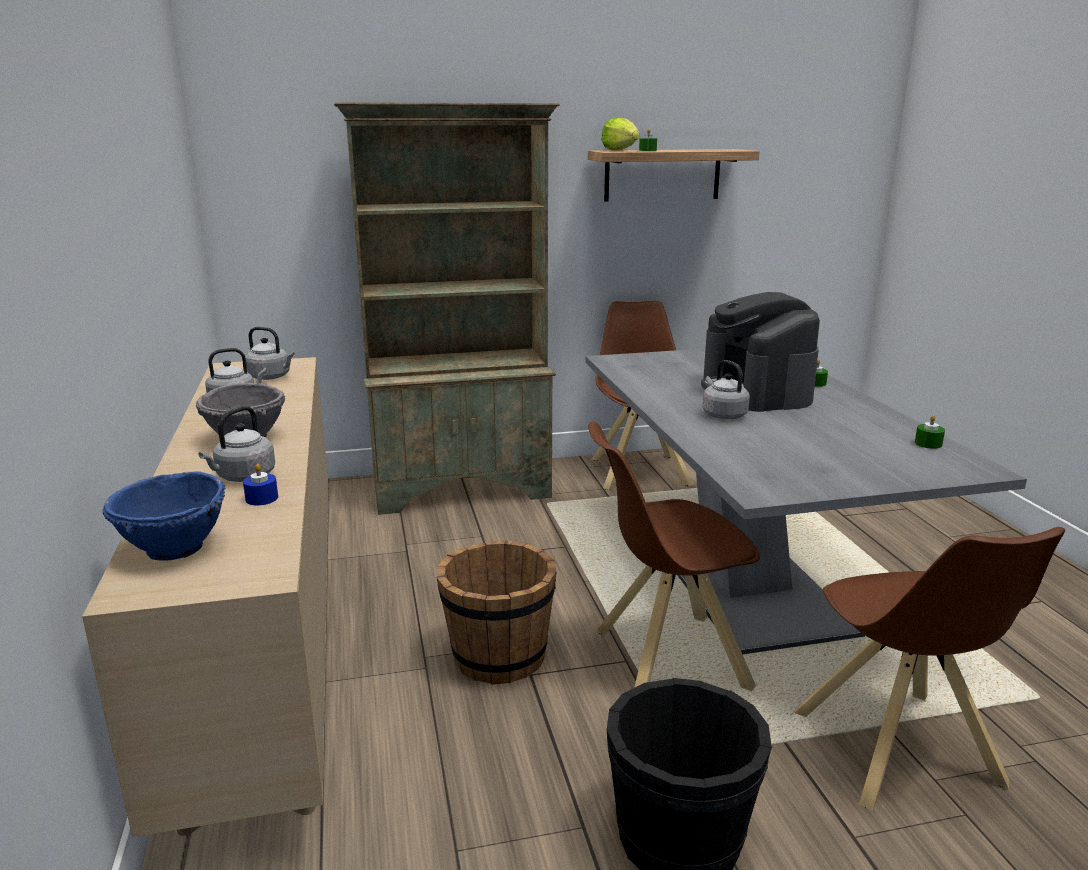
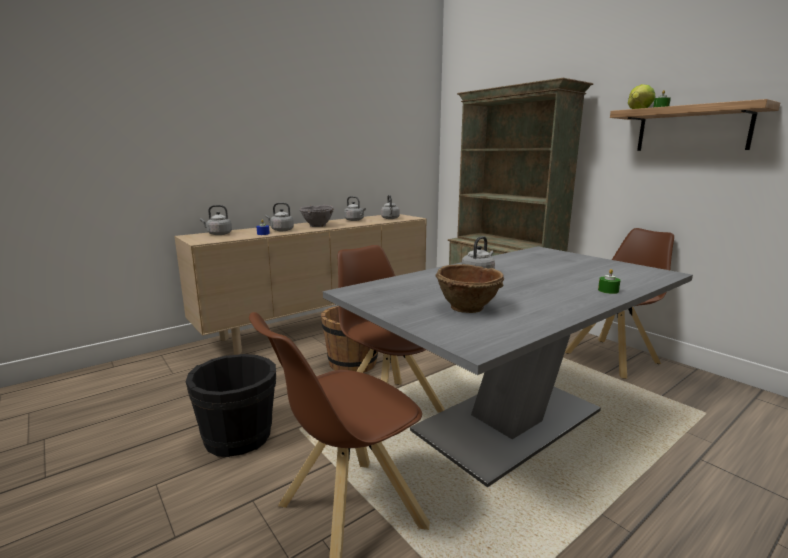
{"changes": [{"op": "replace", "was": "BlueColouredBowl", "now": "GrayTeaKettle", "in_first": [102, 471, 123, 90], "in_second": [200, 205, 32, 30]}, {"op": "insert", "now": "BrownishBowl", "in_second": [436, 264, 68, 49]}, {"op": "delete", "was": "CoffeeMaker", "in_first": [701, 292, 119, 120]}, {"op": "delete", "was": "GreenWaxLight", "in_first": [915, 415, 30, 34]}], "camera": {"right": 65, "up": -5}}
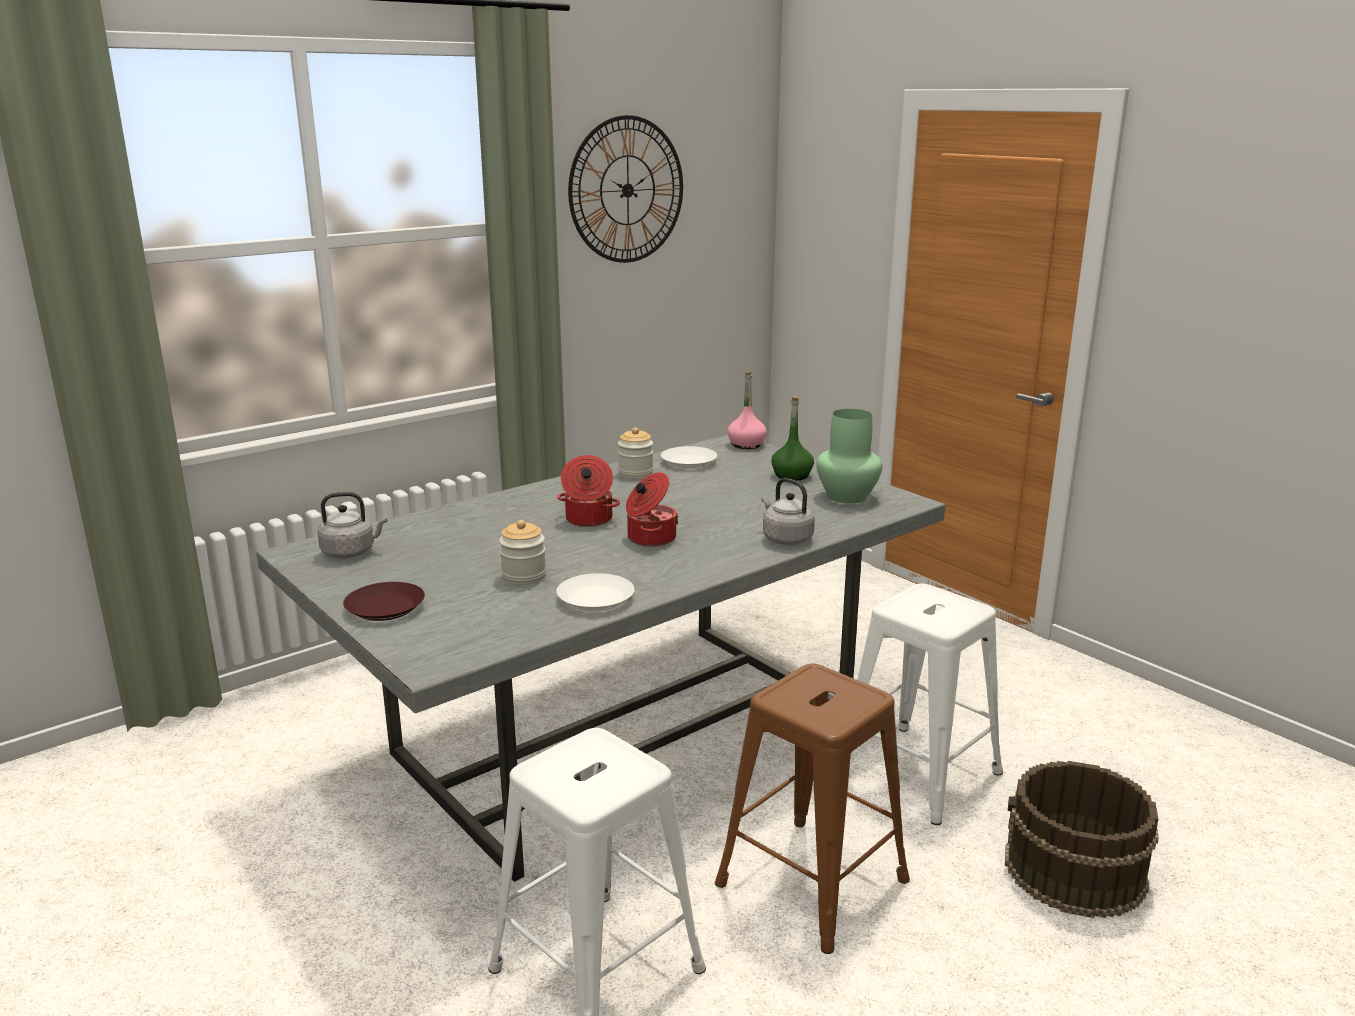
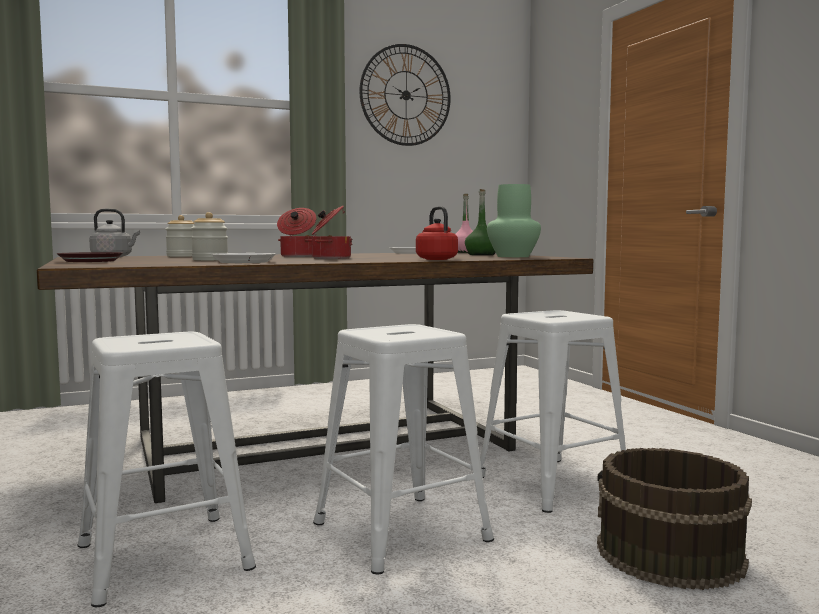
{"changes": [{"op": "recolor", "was": "GrayDiningTable", "now": "BrownishDiningTable", "in_first": [256, 435, 689, 447], "in_second": [37, 253, 556, 250]}, {"op": "move", "was": "StorageJar", "in_first": [618, 427, 35, 51], "in_second": [166, 215, 29, 42]}, {"op": "recolor", "was": "BrownishStool", "now": "WhiteColouredStool", "in_first": [715, 664, 195, 290], "in_second": [313, 324, 181, 250]}, {"op": "recolor", "was": "GrayTeaKettle", "now": "ReddishTeaKettle", "in_first": [761, 478, 54, 67], "in_second": [416, 206, 42, 54]}], "camera": {"right": 15, "up": -15}}
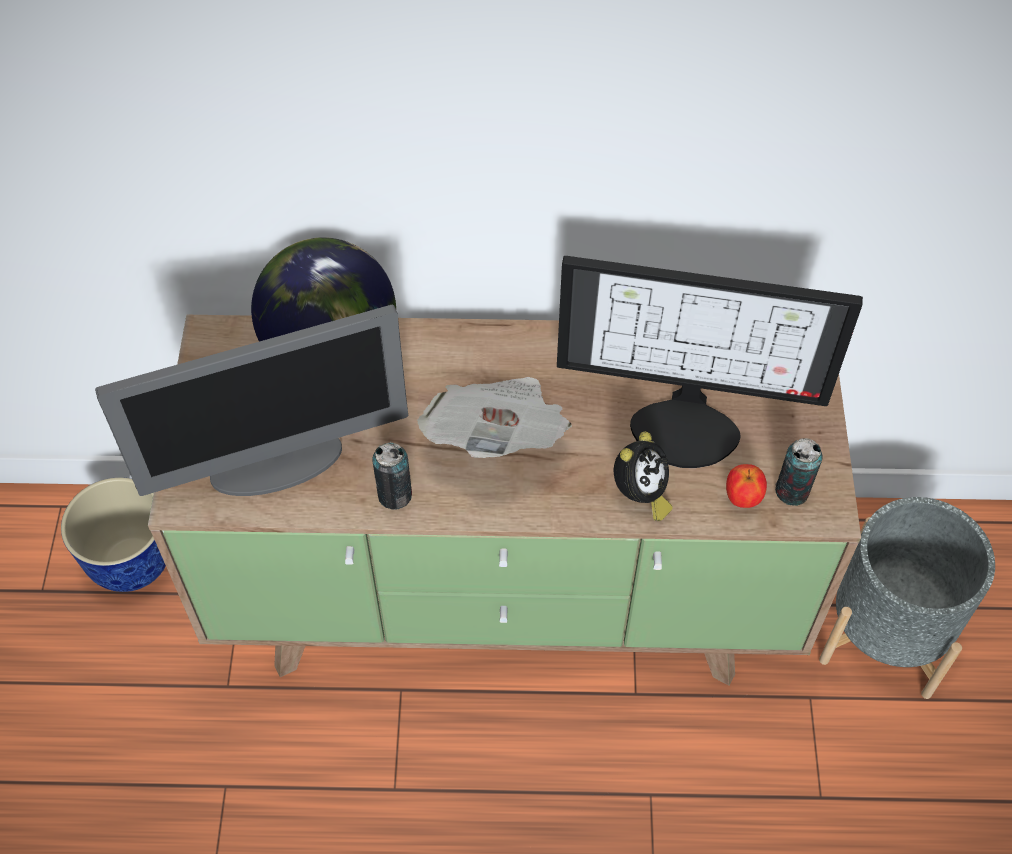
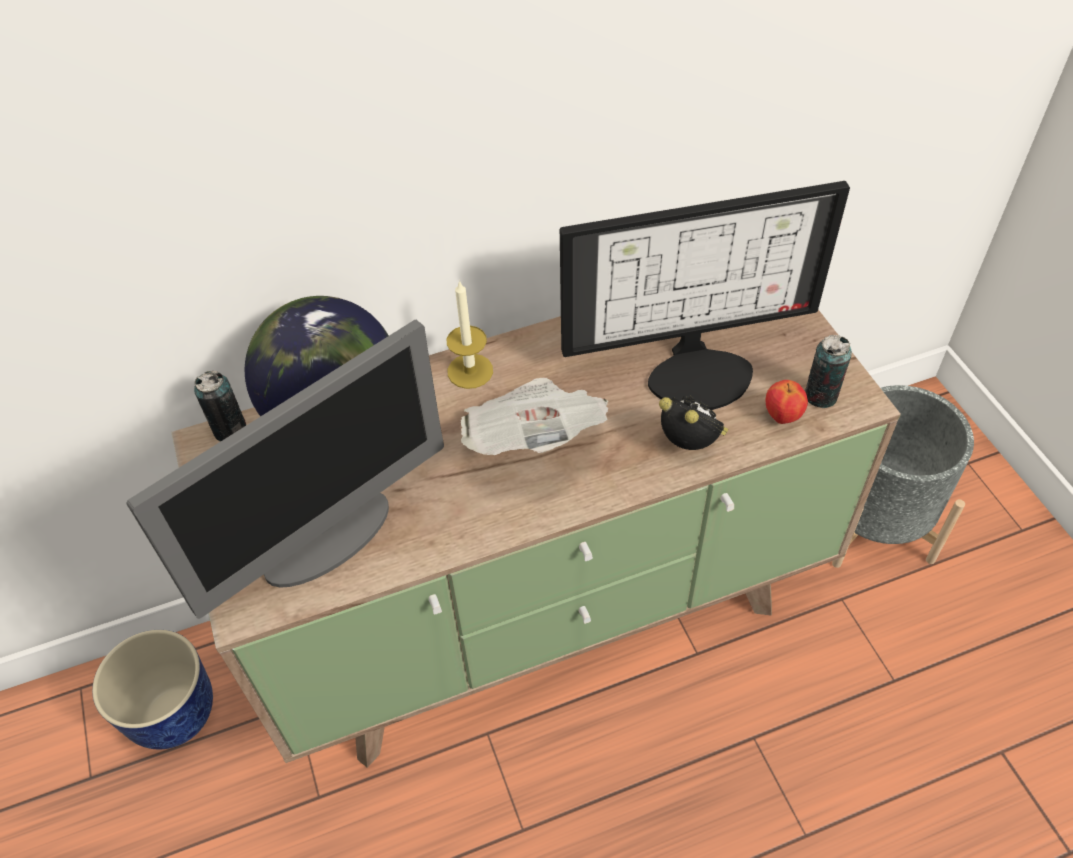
{"changes": [{"op": "move", "was": "Can", "in_first": [372, 442, 40, 68], "in_second": [194, 371, 52, 71]}, {"op": "insert", "now": "WaxLight", "in_second": [447, 280, 46, 109]}, {"op": "rotate", "was": "TableClock", "in_first": [613, 431, 59, 90], "in_second": [659, 396, 69, 54], "clockwise": -60}], "camera": {"right": -20, "up": -5}}
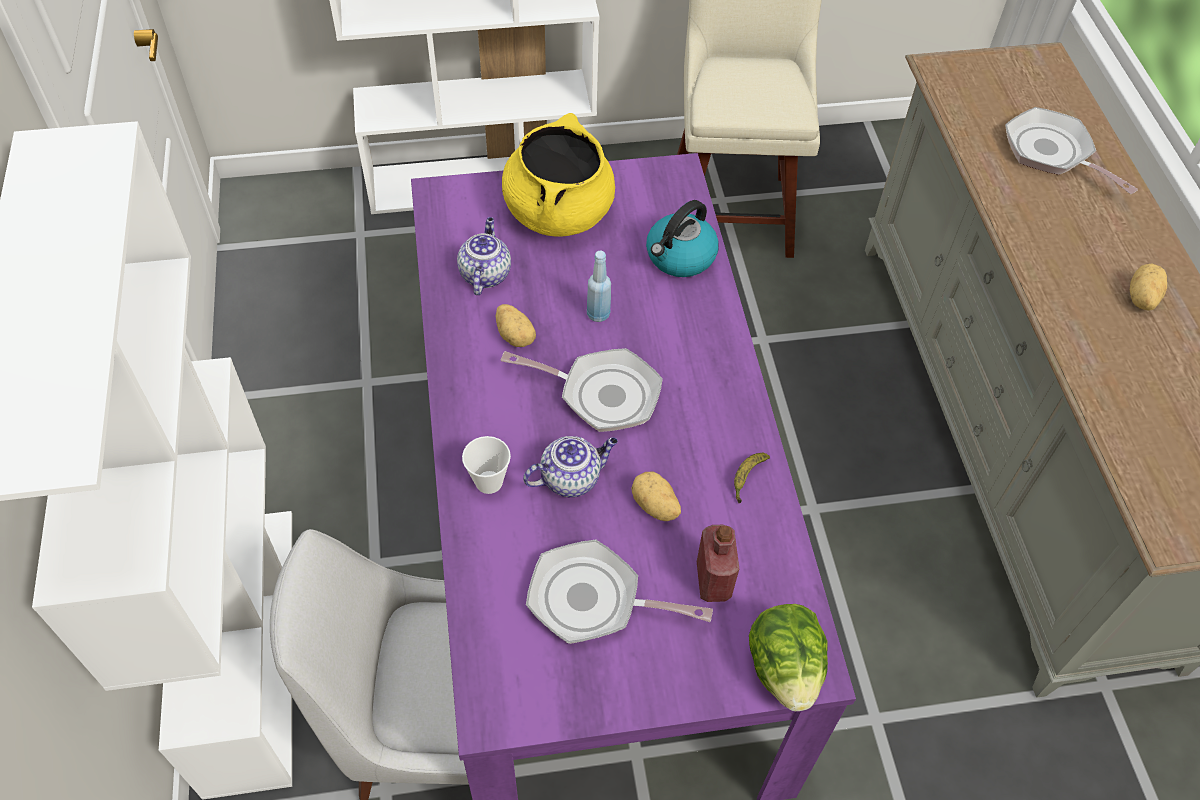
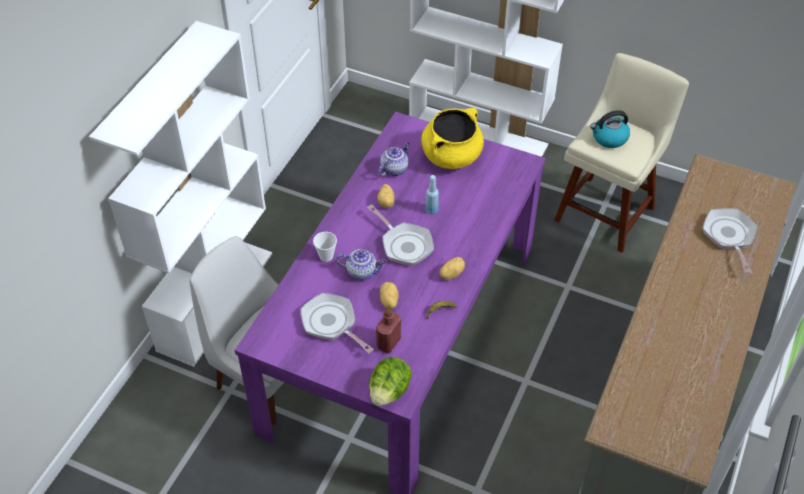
{"changes": [{"op": "move", "was": "WholePotato", "in_first": [1130, 264, 37, 46], "in_second": [439, 257, 26, 23]}, {"op": "move", "was": "TeaKettle", "in_first": [646, 200, 73, 77], "in_second": [590, 110, 40, 38]}], "camera": {"right": 35, "up": -5}}
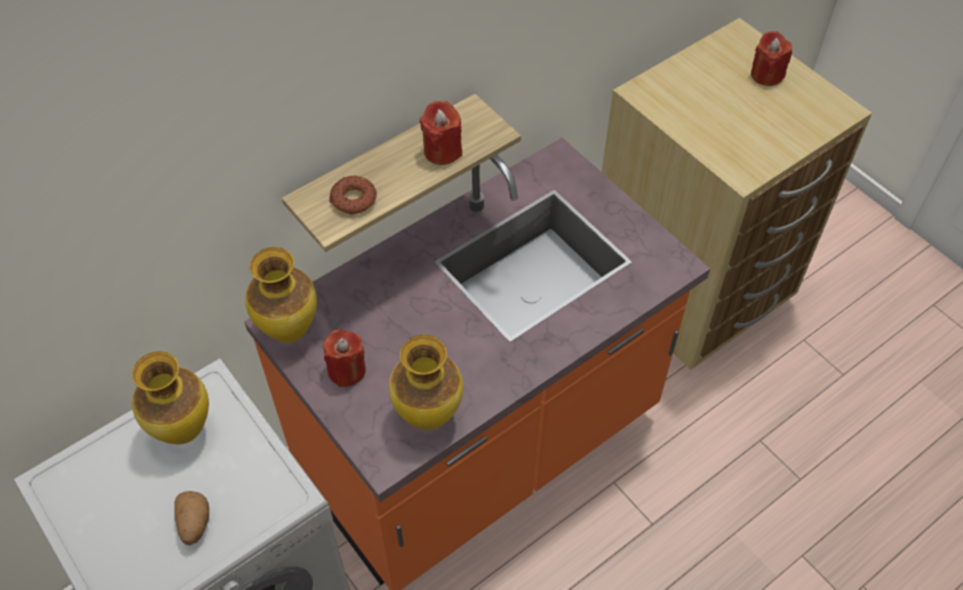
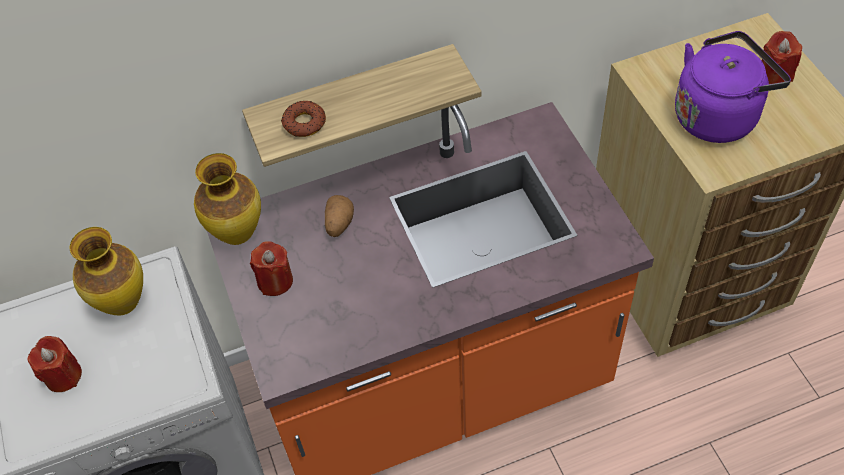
{"changes": [{"op": "move", "was": "ReddishWaxLight", "in_first": [420, 101, 42, 64], "in_second": [28, 336, 54, 56]}, {"op": "move", "was": "WholePotato", "in_first": [174, 491, 35, 54], "in_second": [325, 195, 29, 42]}, {"op": "insert", "now": "PurpleColouredTeaKettle", "in_second": [675, 31, 116, 112]}, {"op": "delete", "was": "Vase", "in_first": [389, 335, 74, 95]}], "camera": {"right": 20, "up": 0}}
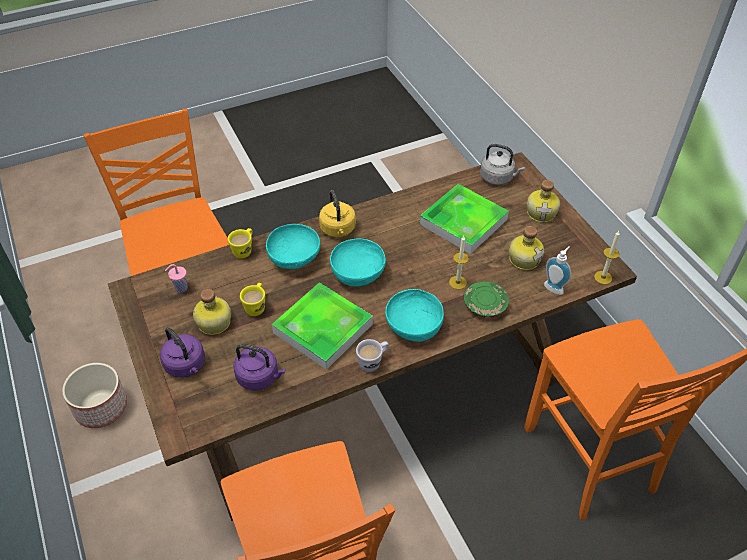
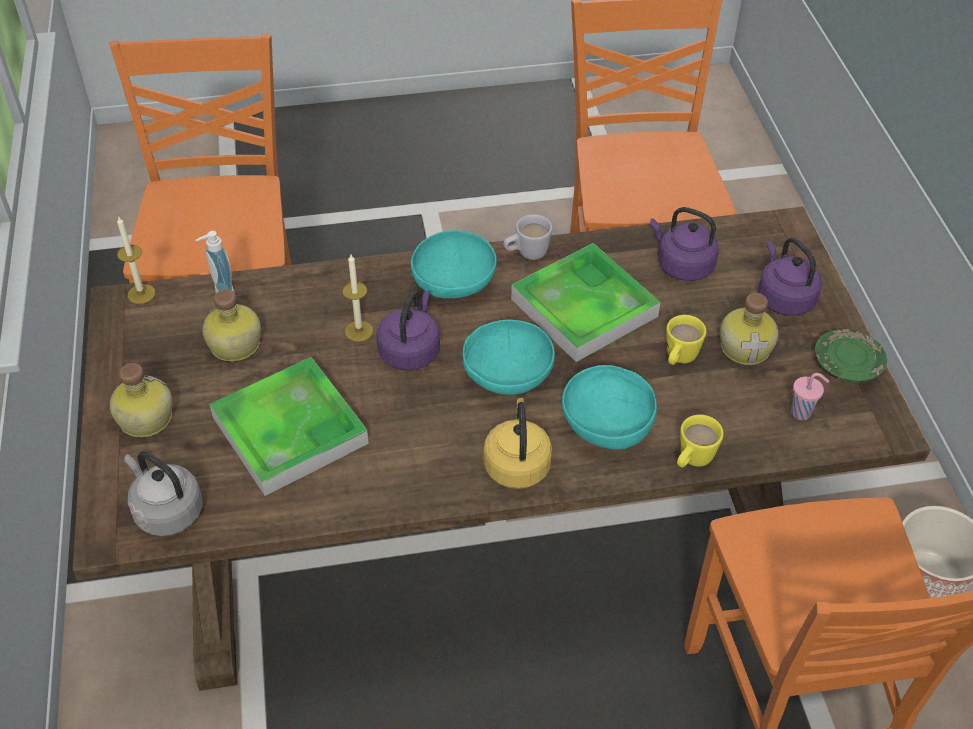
{"changes": [{"op": "insert", "now": "PurpleColouredTeaKettle", "in_second": [376, 290, 64, 81]}, {"op": "move", "was": "GreenDinnerPlate", "in_first": [464, 281, 45, 36], "in_second": [815, 329, 72, 54]}], "camera": {"right": -165, "up": 0}}
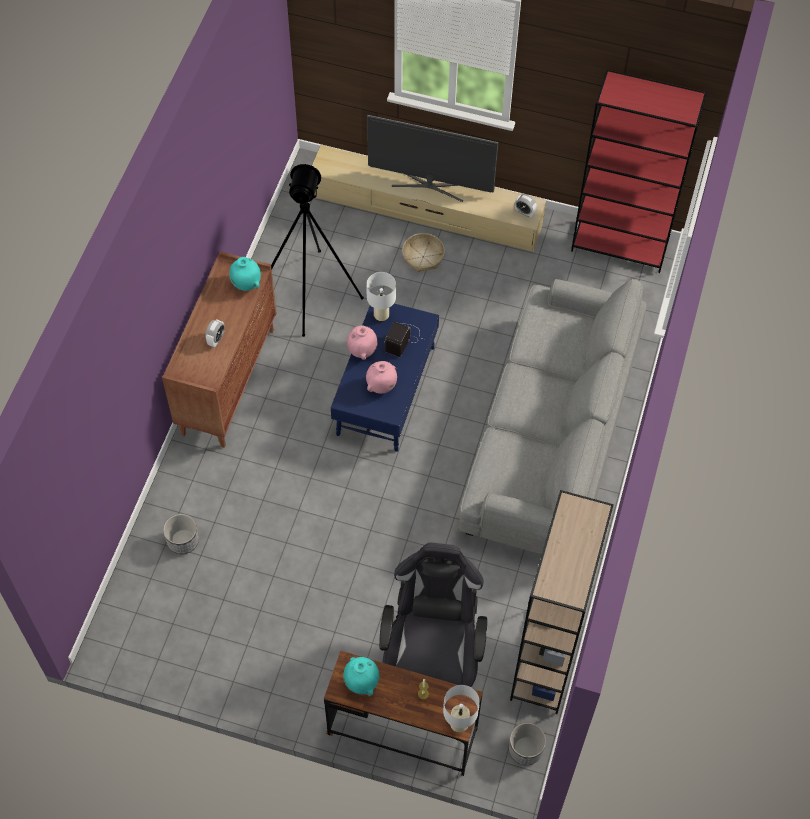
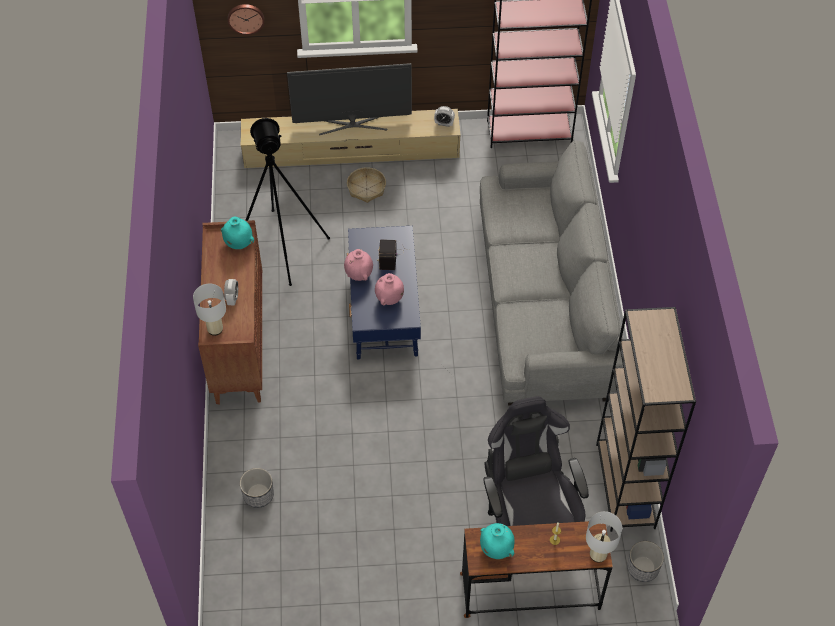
{"changes": [{"op": "move", "was": "WhiteColouredTableLamp", "in_first": [366, 272, 30, 50], "in_second": [193, 284, 33, 52]}, {"op": "insert", "now": "HangingClock", "in_second": [228, 4, 36, 31]}], "camera": {"right": -20, "up": -5}}
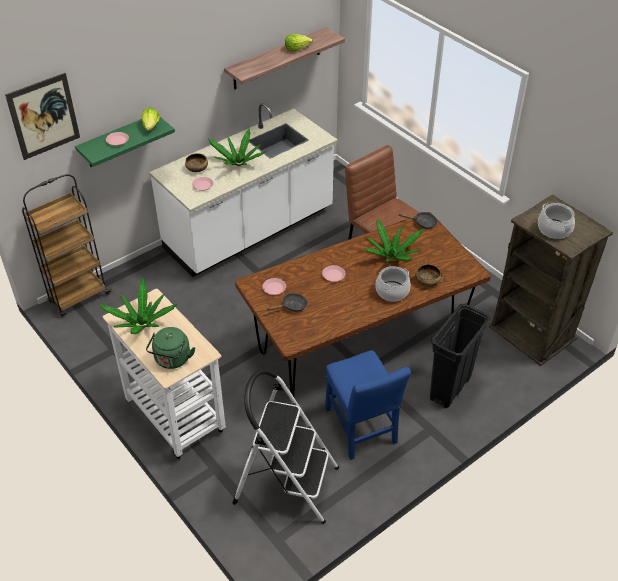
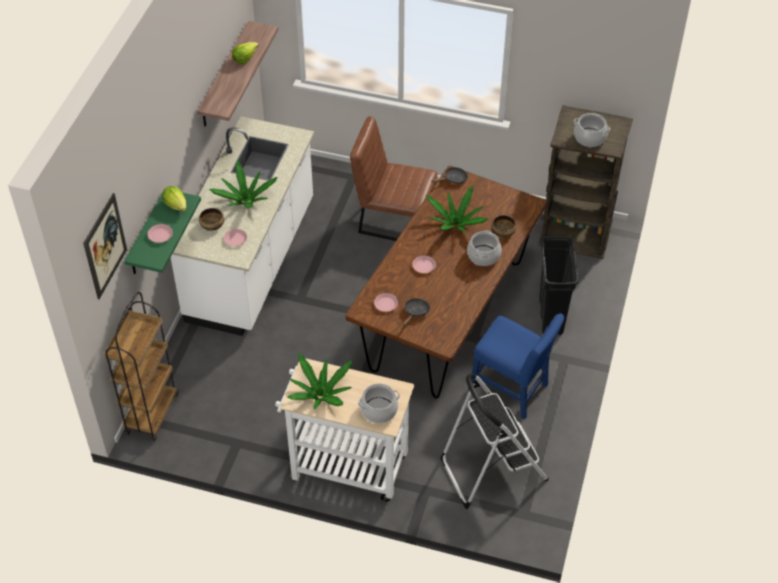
{"changes": [{"op": "replace", "was": "GreenTeaKettle", "now": "Saucepot", "in_first": [146, 327, 49, 42], "in_second": [358, 383, 42, 40]}], "camera": {"right": -35, "up": 5}}
